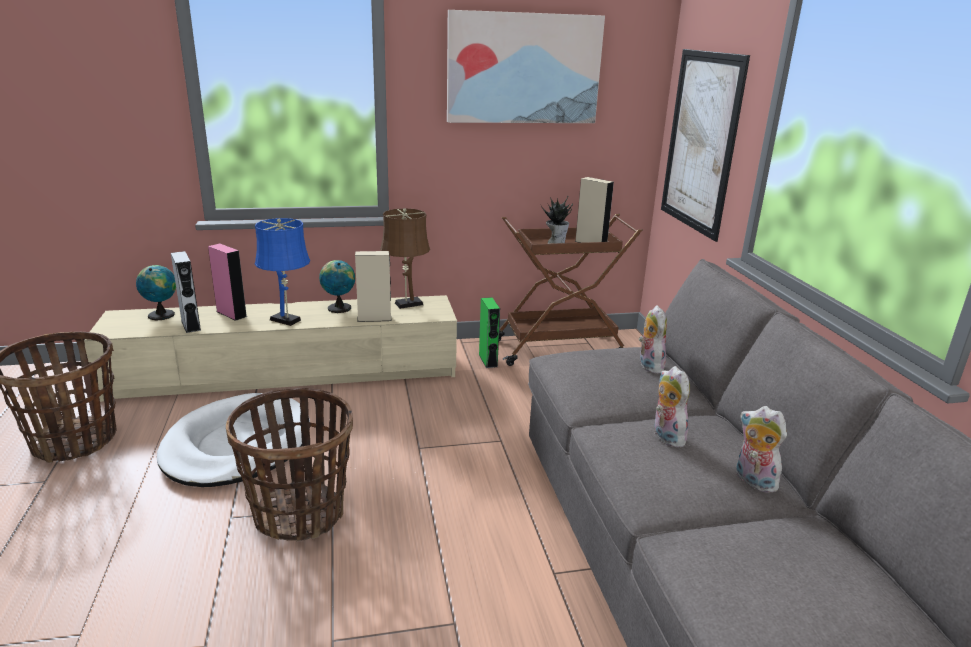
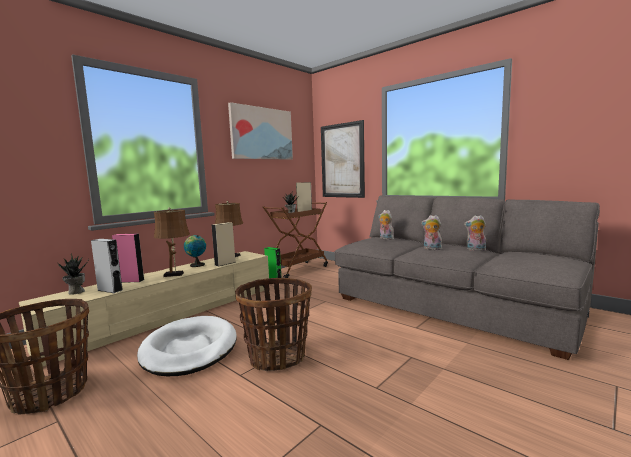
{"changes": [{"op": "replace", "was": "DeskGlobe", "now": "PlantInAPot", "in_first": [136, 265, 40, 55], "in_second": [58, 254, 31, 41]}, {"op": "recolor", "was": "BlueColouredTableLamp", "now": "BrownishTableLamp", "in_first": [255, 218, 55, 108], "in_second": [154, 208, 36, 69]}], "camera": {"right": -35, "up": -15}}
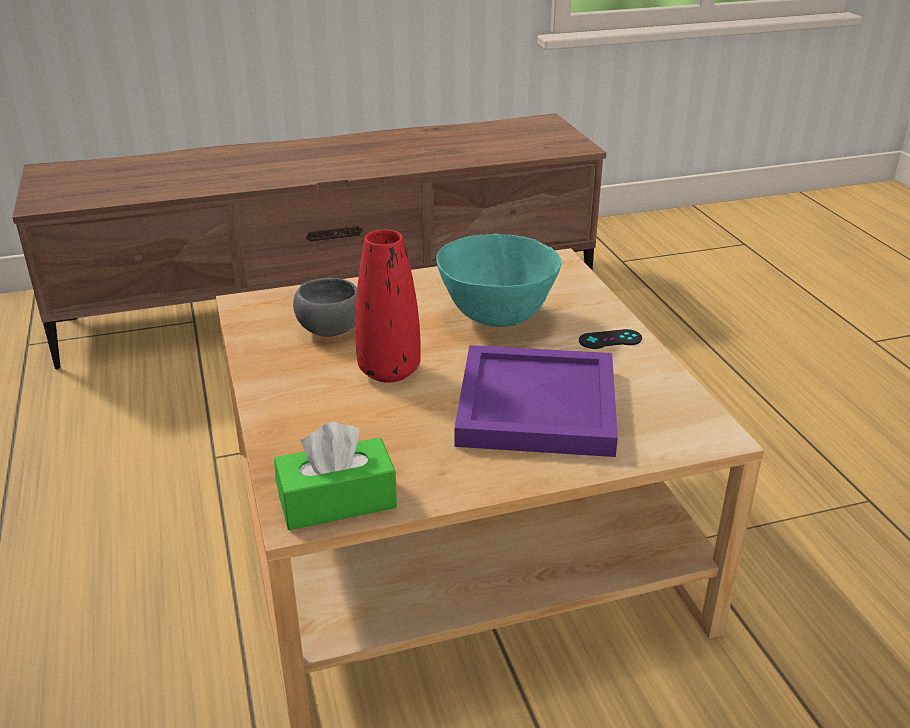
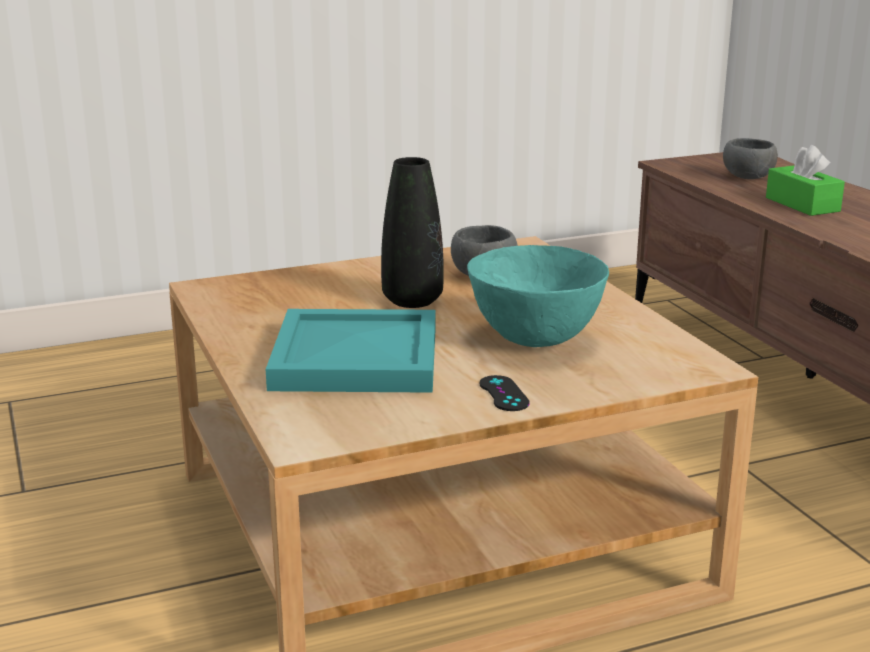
{"changes": [{"op": "recolor", "was": "PurpleColouredServingTray", "now": "BlueGreenServingTray", "in_first": [454, 345, 164, 112], "in_second": [266, 309, 170, 84]}, {"op": "recolor", "was": "ReddishVase", "now": "BlackishVase", "in_first": [355, 230, 66, 153], "in_second": [381, 157, 63, 151]}, {"op": "insert", "now": "GrayBowl", "in_second": [723, 138, 55, 41]}, {"op": "move", "was": "GreenTissueBox", "in_first": [274, 422, 123, 108], "in_second": [766, 145, 79, 71]}], "camera": {"right": 85, "up": -10}}
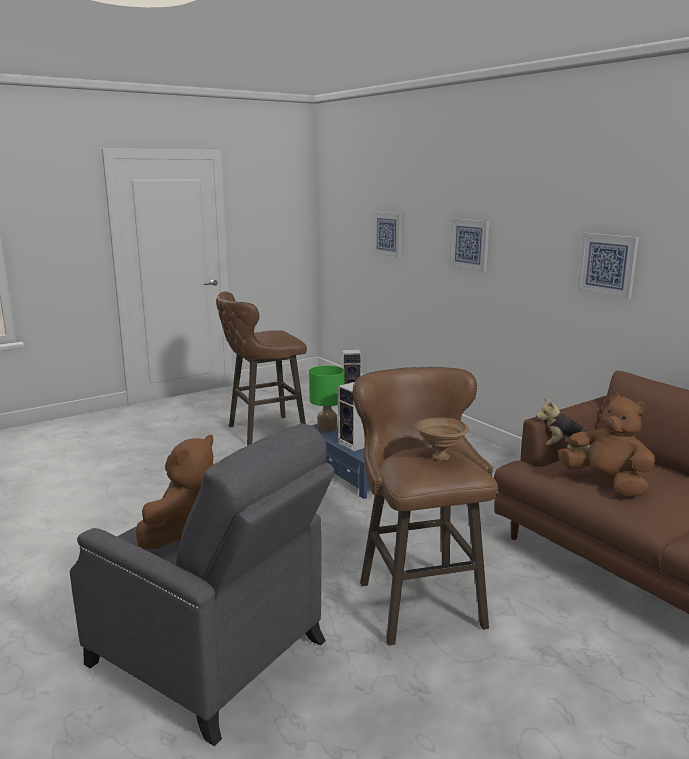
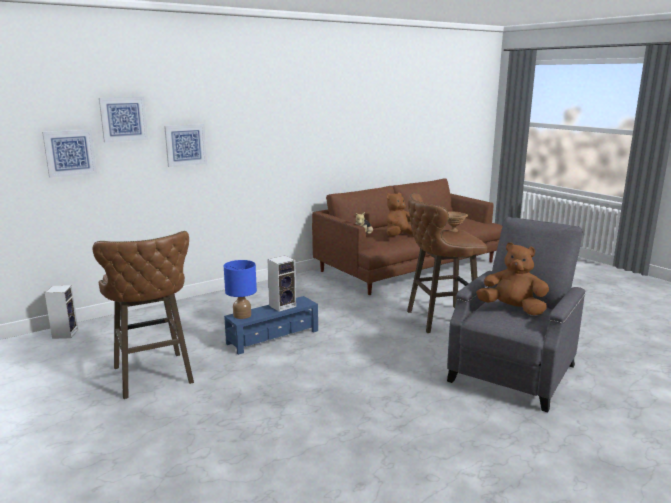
{"changes": [{"op": "move", "was": "WallPicture", "in_first": [577, 233, 62, 66], "in_second": [99, 97, 49, 45]}, {"op": "recolor", "was": "GreenTableLamp", "now": "BlueColouredTableLamp", "in_first": [309, 366, 35, 66], "in_second": [224, 260, 33, 59]}], "camera": {"right": -90, "up": 0}}
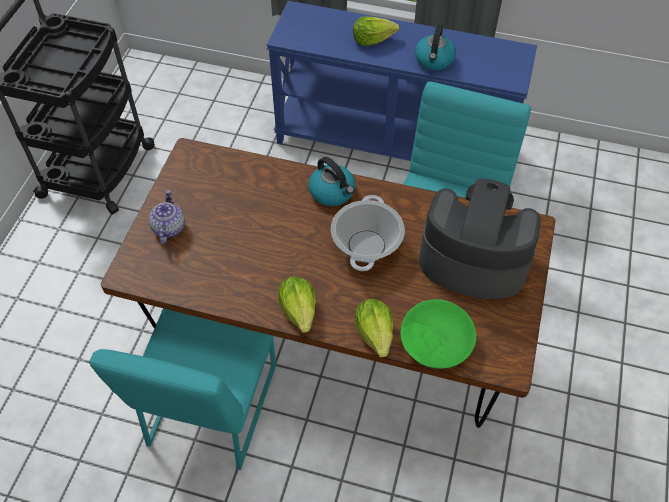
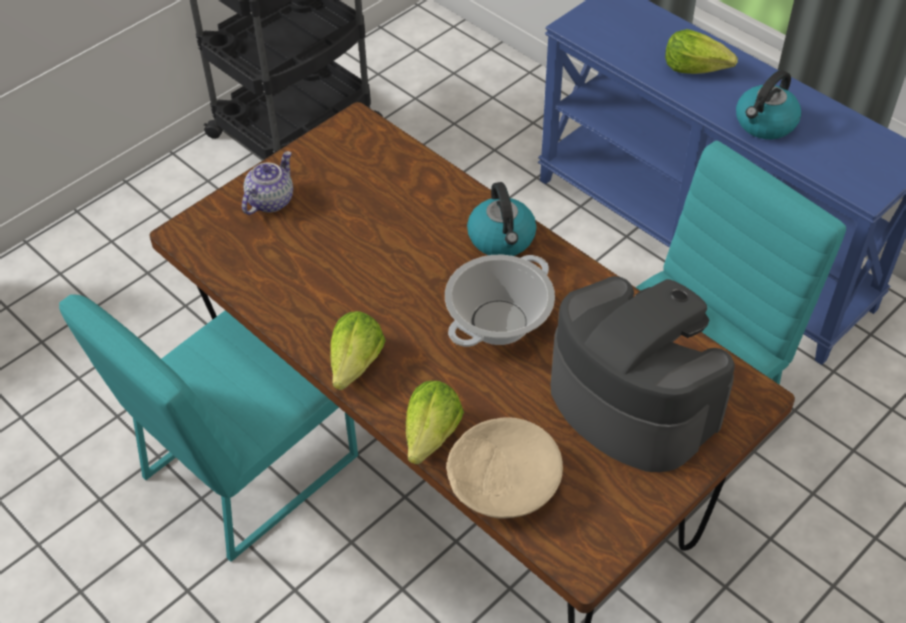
{"changes": [{"op": "recolor", "was": "GreenBowl", "now": "SandColouredBowl", "in_first": [400, 299, 76, 70], "in_second": [446, 417, 117, 102]}], "camera": {"right": 30, "up": -5}}
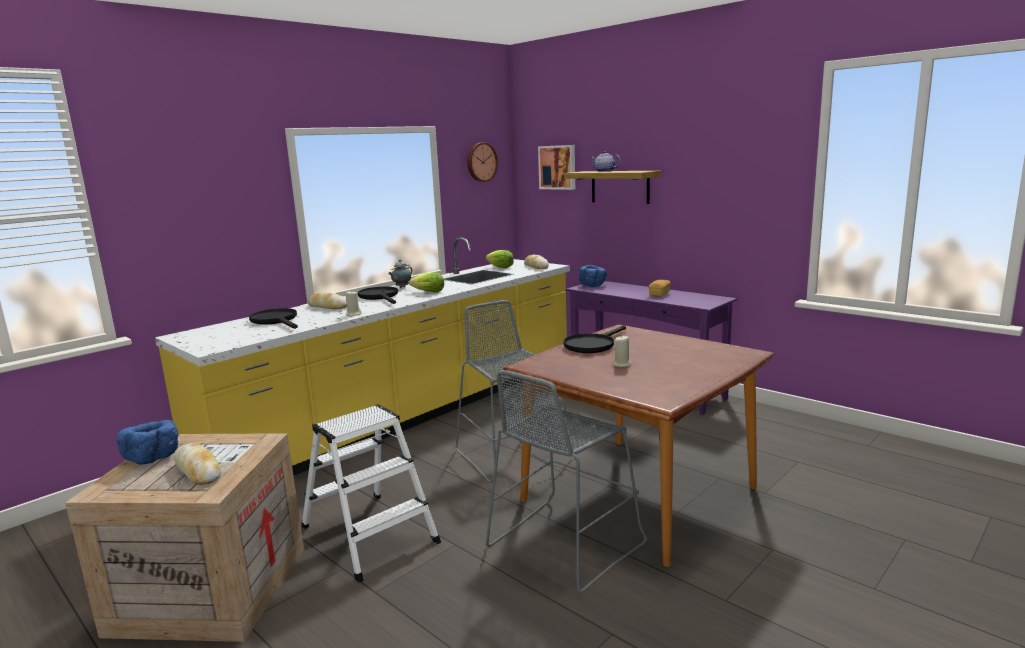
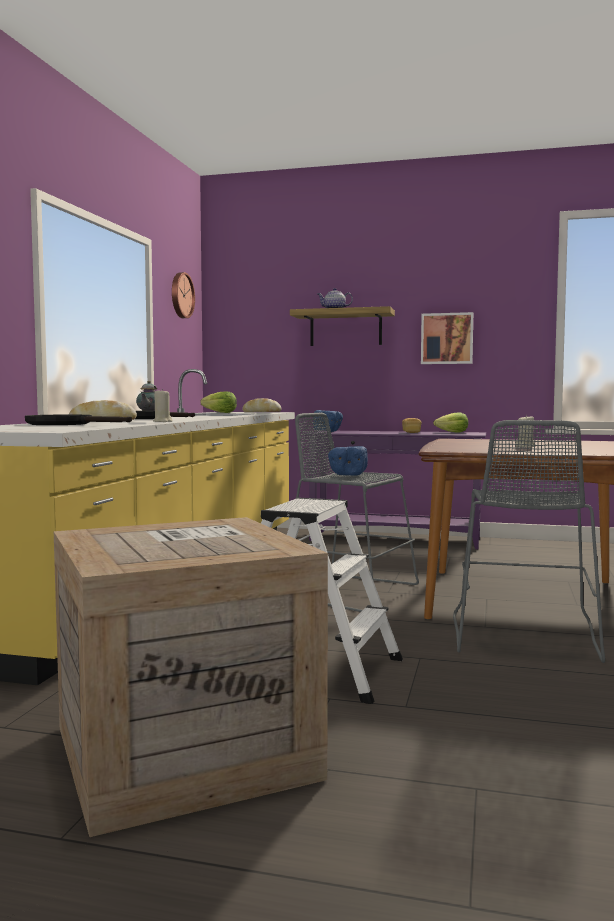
{"changes": [{"op": "move", "was": "BlueColouredBowl", "in_first": [116, 420, 63, 45], "in_second": [328, 446, 40, 30]}, {"op": "move", "was": "WallPicture", "in_first": [538, 145, 37, 45], "in_second": [421, 312, 52, 52]}, {"op": "move", "was": "HeadOfLettuce", "in_first": [409, 272, 35, 20], "in_second": [433, 412, 35, 21]}, {"op": "delete", "was": "BakeryBread", "in_first": [174, 443, 47, 42]}, {"op": "delete", "was": "BlackishSkillet", "in_first": [563, 325, 63, 28]}], "camera": {"right": -30, "up": -10}}
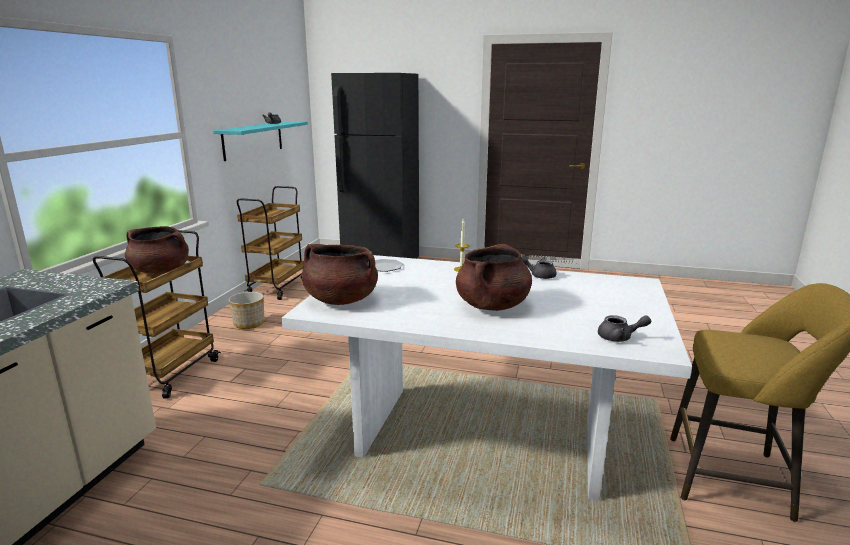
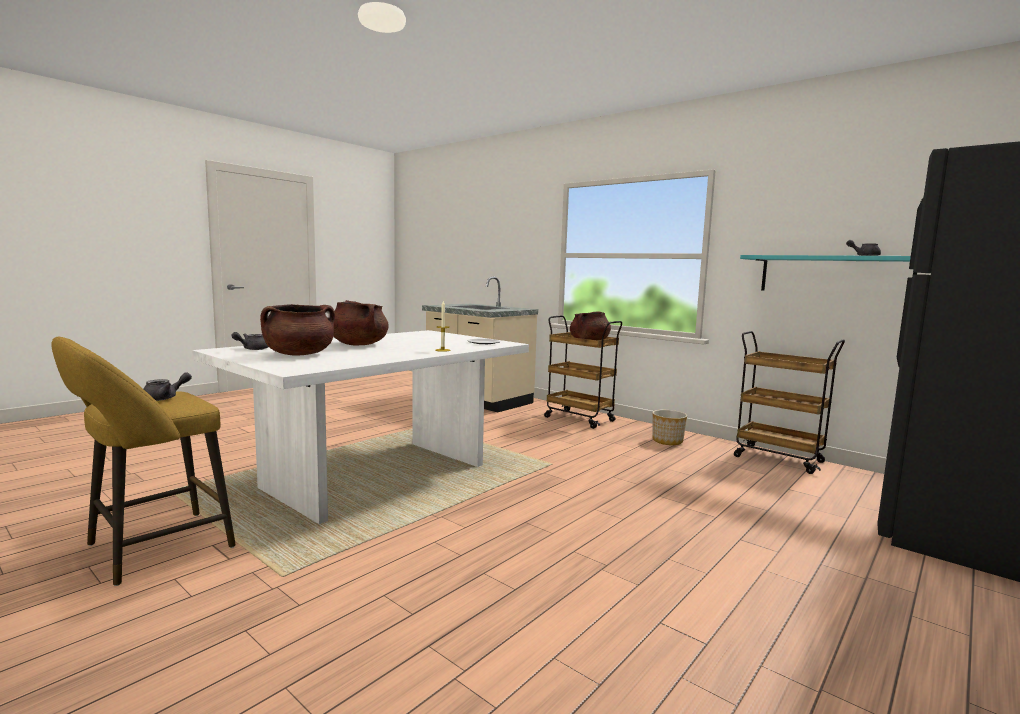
{"changes": [{"op": "move", "was": "GrayTeapot", "in_first": [521, 256, 36, 23], "in_second": [144, 372, 48, 29]}, {"op": "move", "was": "BrownishSaucepot", "in_first": [302, 244, 76, 61], "in_second": [260, 304, 75, 52]}], "camera": {"right": 115, "up": -10}}
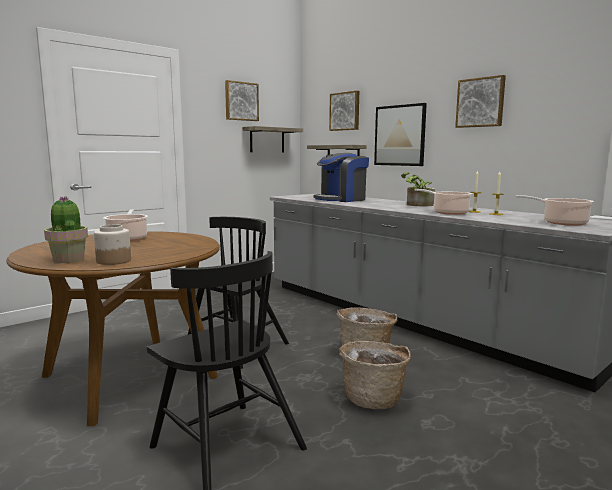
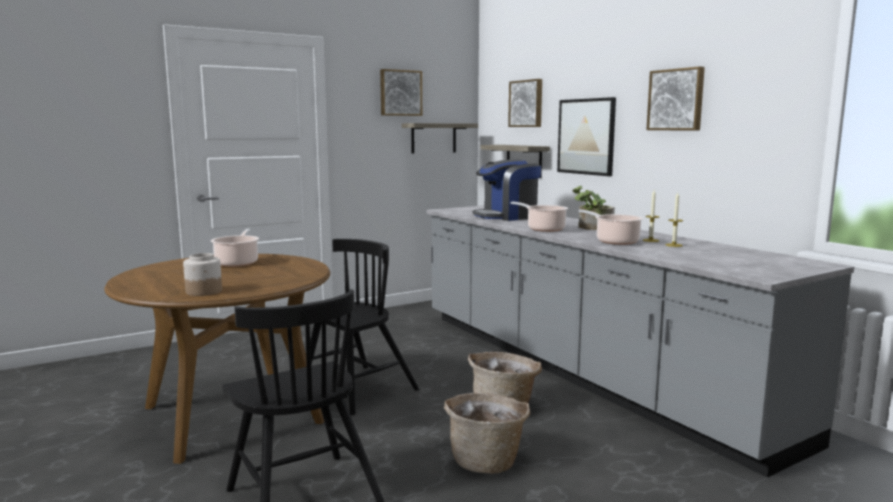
{"changes": [{"op": "move", "was": "Saucepot", "in_first": [515, 195, 79, 31], "in_second": [511, 202, 57, 30]}, {"op": "delete", "was": "PlantInAPot", "in_first": [44, 196, 44, 67]}], "camera": {"right": 10, "up": 0}}
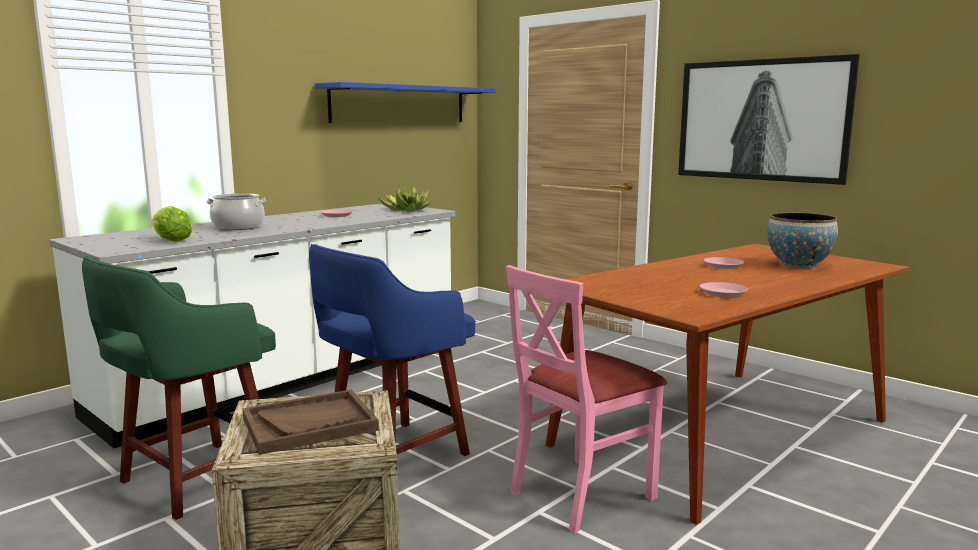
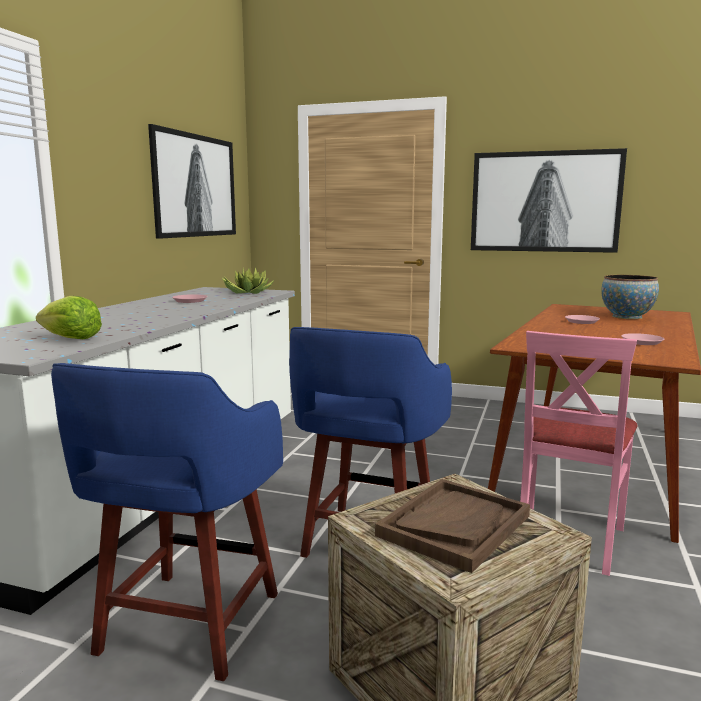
{"changes": [{"op": "recolor", "was": "GreenStool", "now": "BlueColouredStool", "in_first": [82, 256, 194, 264], "in_second": [51, 363, 232, 318]}, {"op": "replace", "was": "BlueColouredWallShelf", "now": "WallPicture", "in_first": [315, 82, 180, 41], "in_second": [148, 124, 88, 115]}, {"op": "delete", "was": "Saucepot", "in_first": [206, 193, 61, 37]}], "camera": {"right": -25, "up": 0}}
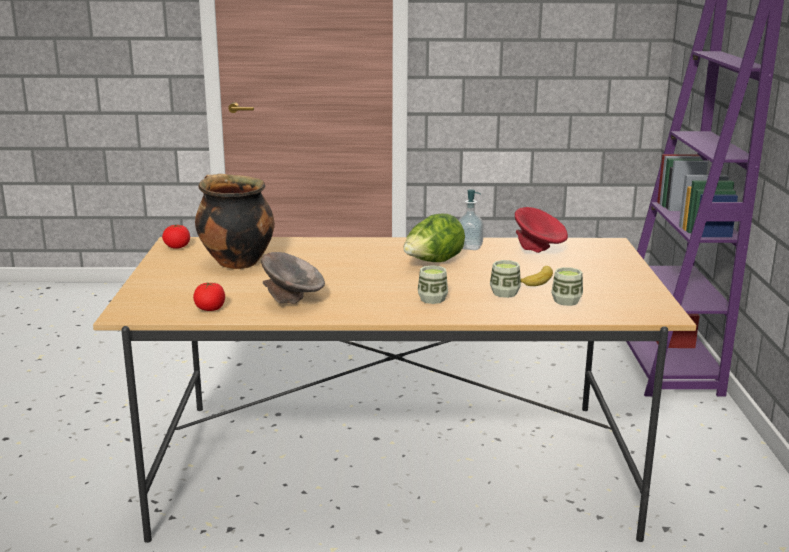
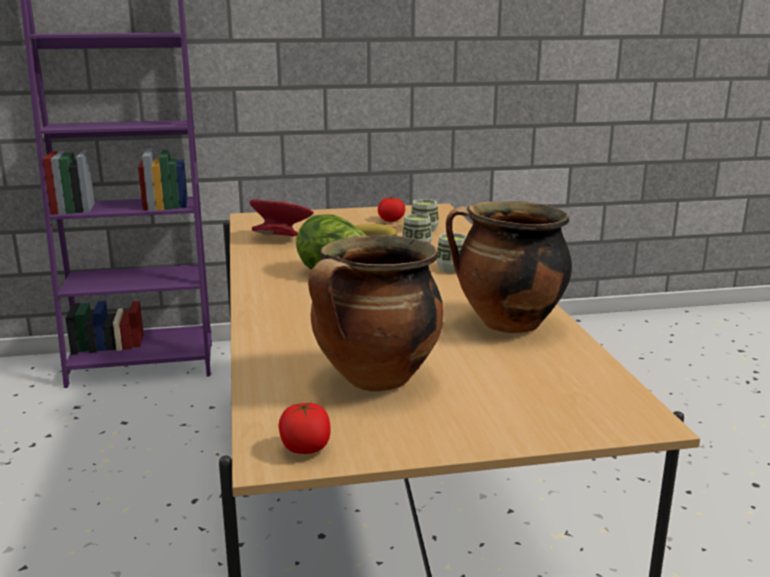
{"changes": [{"op": "move", "was": "WholeTomato", "in_first": [193, 282, 32, 29], "in_second": [378, 197, 27, 25]}, {"op": "replace", "was": "GrayBowl", "now": "Saucepot", "in_first": [261, 252, 64, 52], "in_second": [446, 201, 126, 132]}, {"op": "delete", "was": "LiquidSoapBottle", "in_first": [458, 189, 26, 61]}], "camera": {"right": -100, "up": 0}}
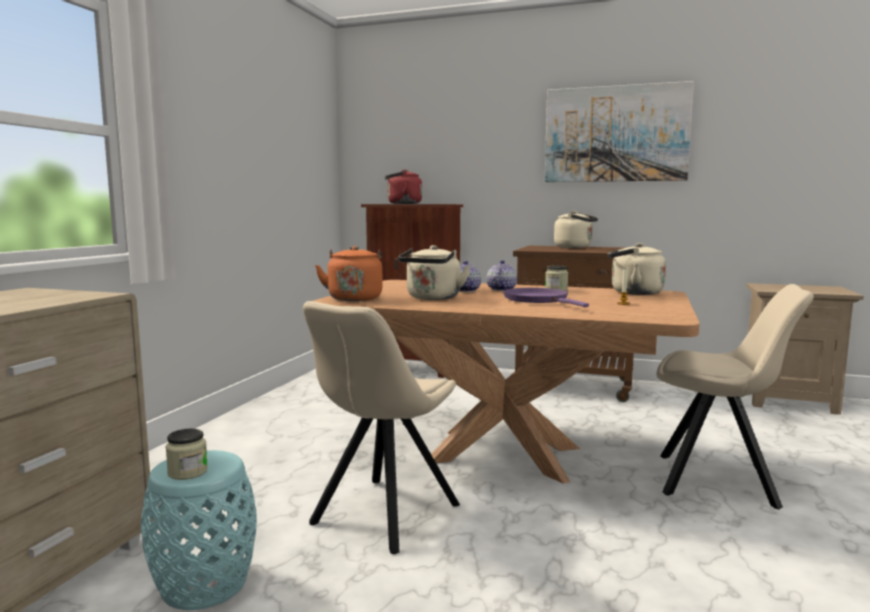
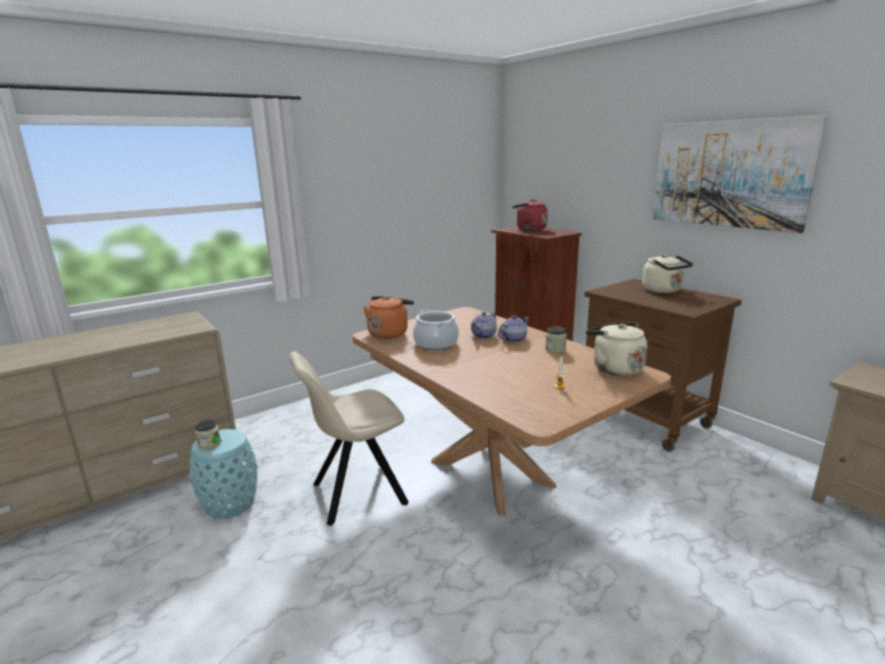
{"changes": [{"op": "replace", "was": "SandColouredTeaKettle", "now": "Saucepot", "in_first": [398, 245, 72, 55], "in_second": [413, 310, 46, 40]}, {"op": "delete", "was": "PurpleColouredSkillet", "in_first": [503, 288, 86, 19]}, {"op": "delete", "was": "SandColouredUprightChair", "in_first": [657, 284, 157, 225]}], "camera": {"right": 35, "up": 10}}
